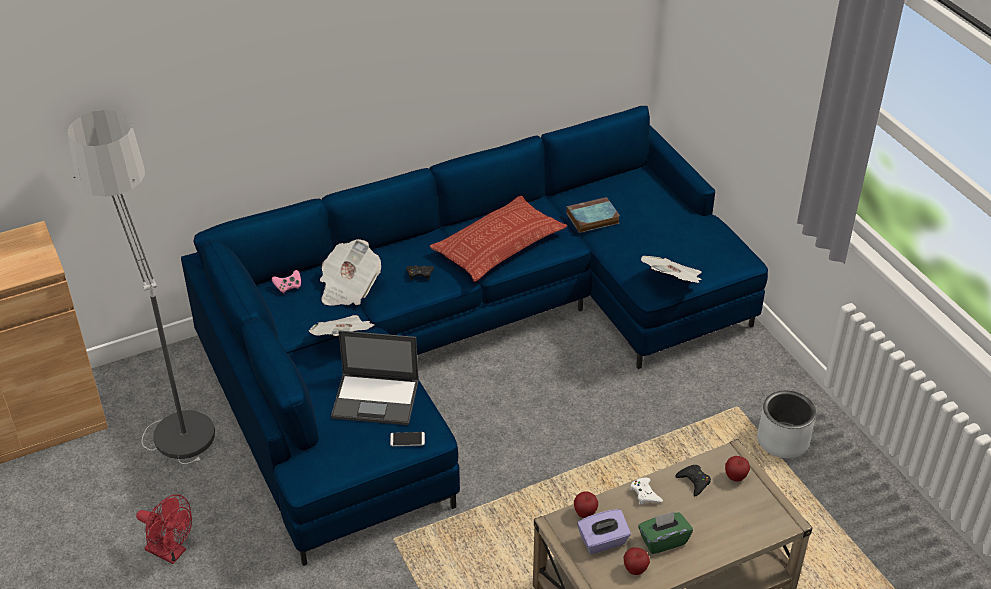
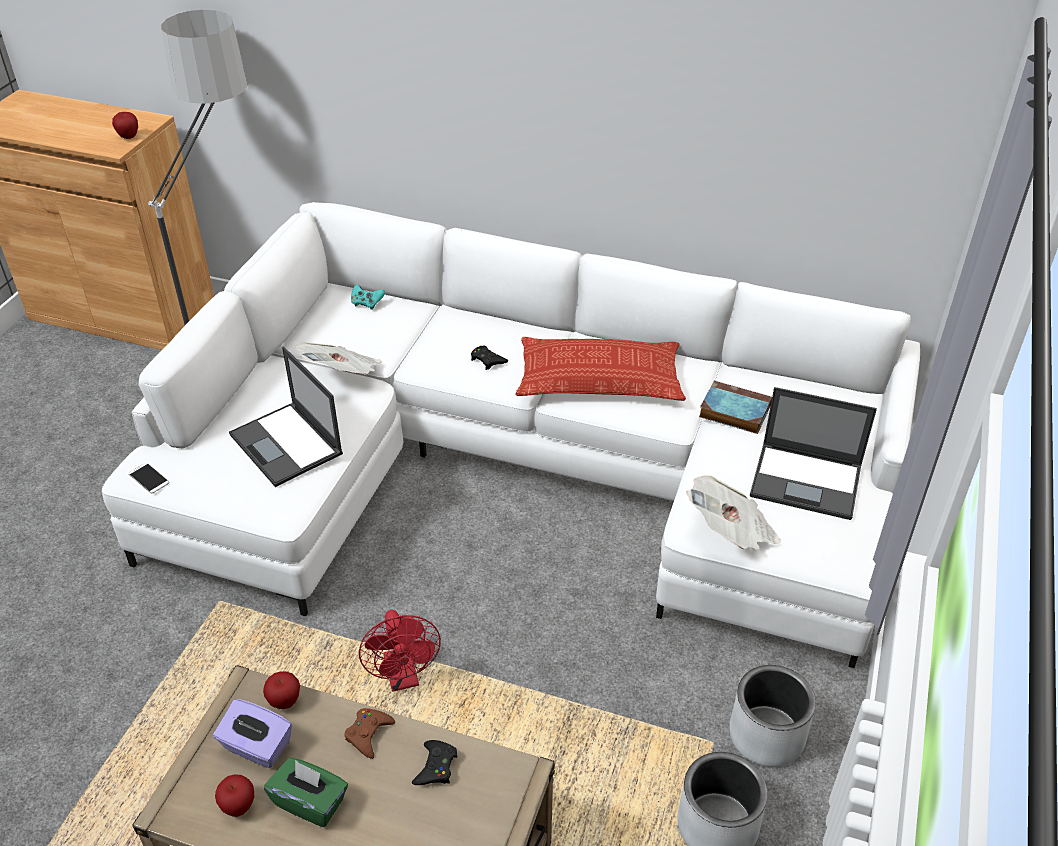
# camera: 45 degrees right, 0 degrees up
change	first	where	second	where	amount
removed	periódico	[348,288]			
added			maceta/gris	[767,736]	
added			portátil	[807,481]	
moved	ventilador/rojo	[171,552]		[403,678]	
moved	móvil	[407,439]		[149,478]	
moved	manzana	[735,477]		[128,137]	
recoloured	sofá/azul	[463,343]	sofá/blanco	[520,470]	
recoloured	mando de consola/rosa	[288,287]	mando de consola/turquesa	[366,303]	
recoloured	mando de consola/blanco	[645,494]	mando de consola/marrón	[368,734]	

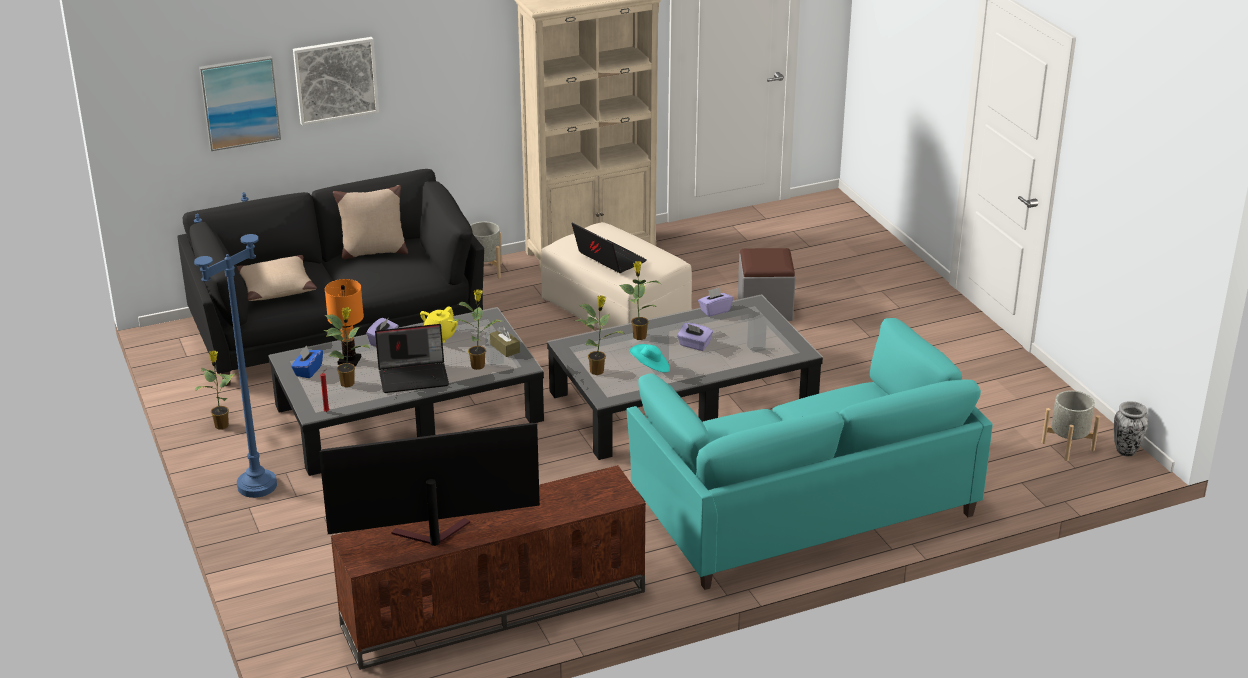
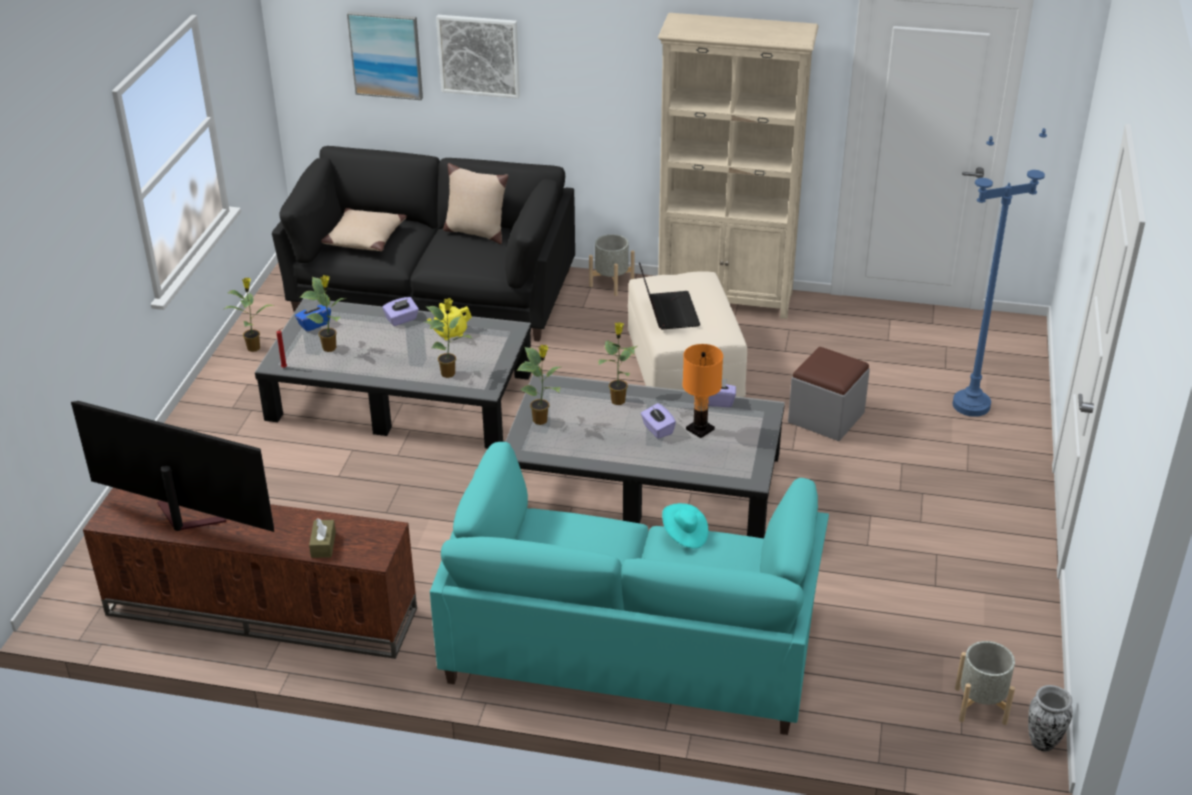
# camera: 35 degrees right, 5 degrees up
change	first	where	second	where	amount
removed	portátil	[414,375]			
moved	lámpara de pie/azul	[257,485]		[971,405]	
moved	lámpara de mesa/naranja	[349,360]		[700,429]	
moved	caja de pañuelos/marrón	[505,348]		[323,545]	
moved	sombrero/turquesa	[650,368]		[684,535]	

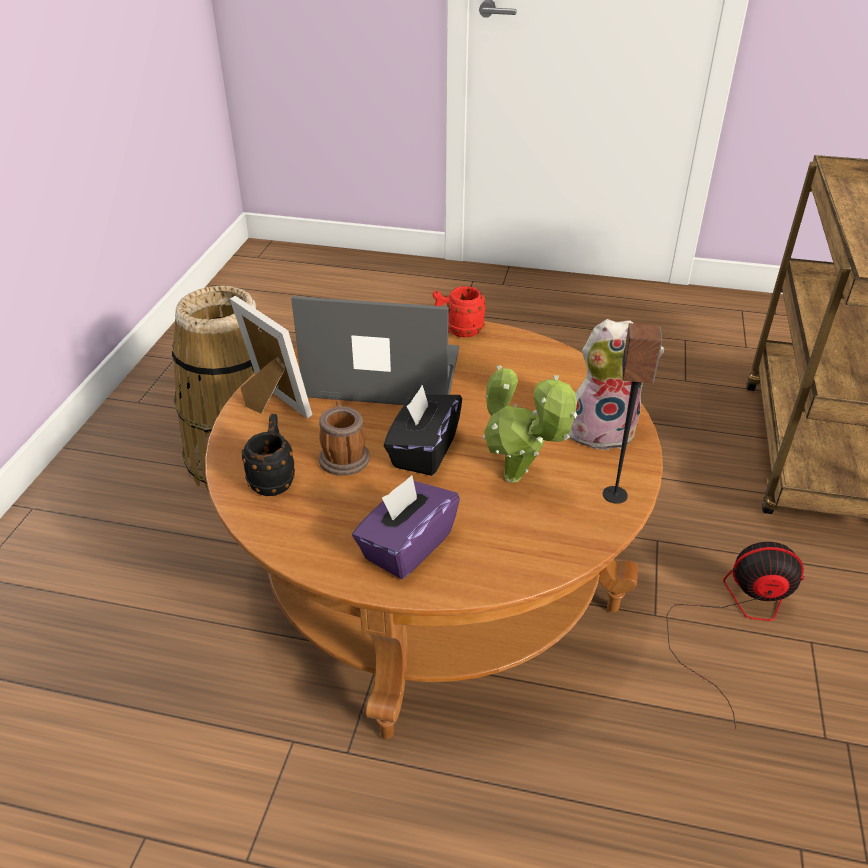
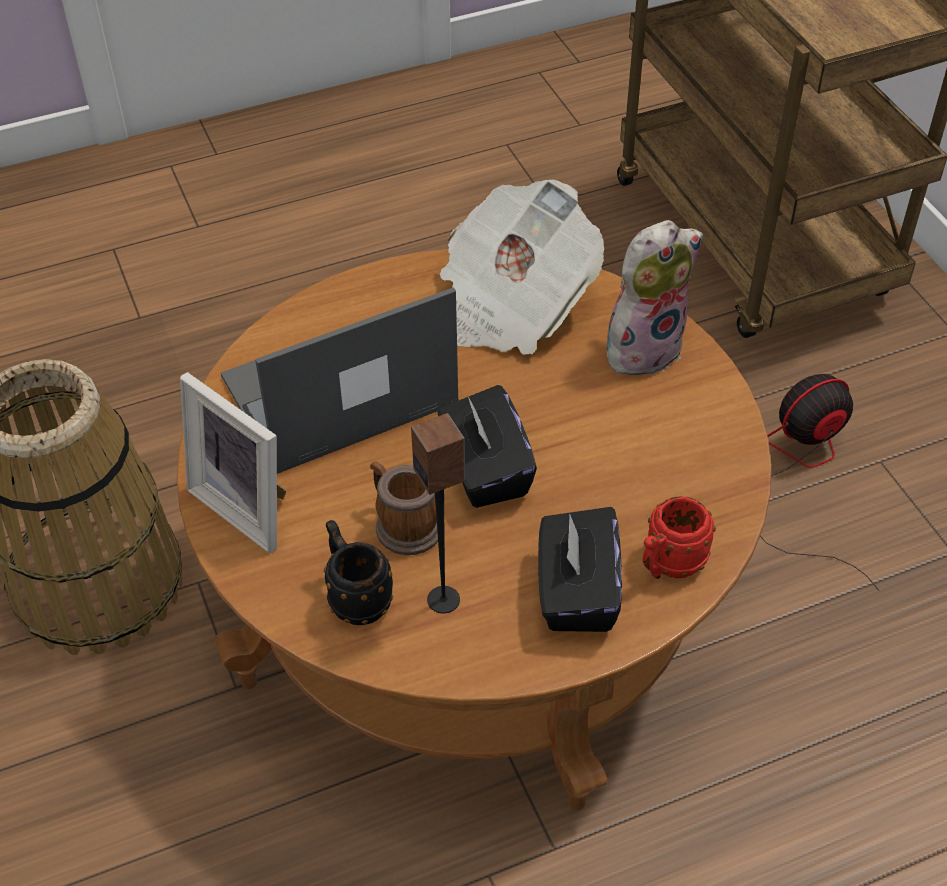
# camera: 35 degrees left, 10 degrees up
change	first	where	second	where	amount
removed	planta en maceta	[518,480]			
added			periódico	[511,304]	
moved	taza grande/rojo	[458,331]		[668,565]	
moved	altavoz	[615,495]		[444,599]	
recoloured	caja de pañuelos/morado	[406,546]	caja de pañuelos/negro	[576,593]	
turned	portarretratos	[270,405]		[248,505]	150 degrees counterclockwise

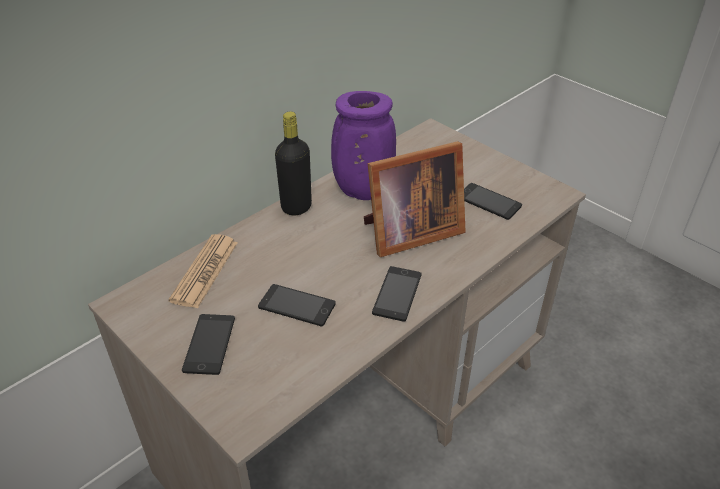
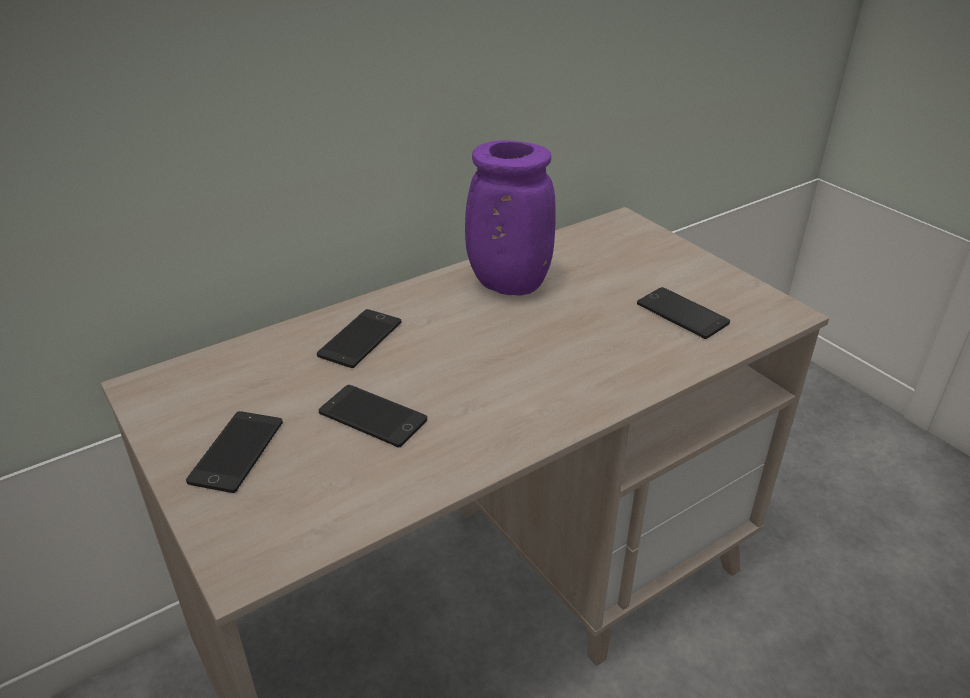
# camera: 10 degrees right, 5 degrees down
change	first	where	second	where	amount
removed	periódico	[205,271]			
removed	botella/negro	[296,207]			
removed	portarretratos	[408,233]			
moved	móvil	[397,294]		[360,339]	

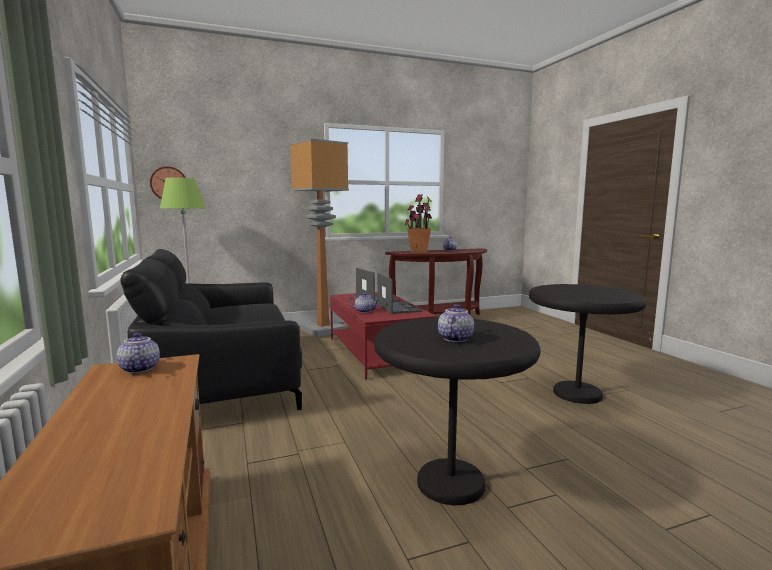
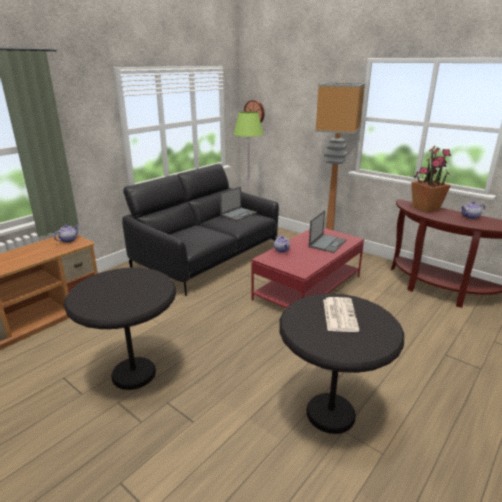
# camera: 60 degrees right, 15 degrees up
change	first	where	second	where	amount
removed	tetera	[454,338]			
added			periódico	[339,314]	
moved	portátil	[398,308]		[239,214]	

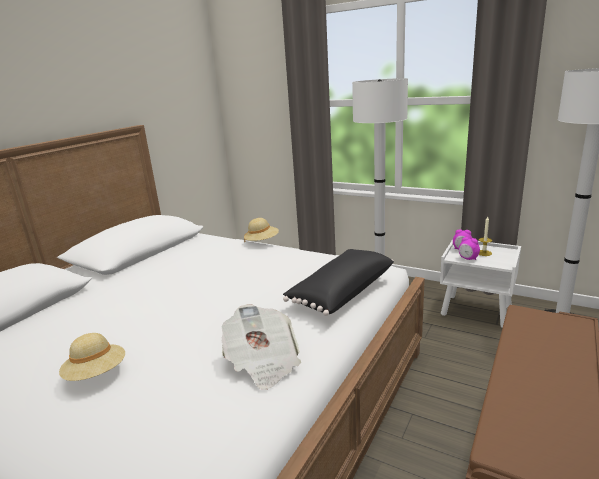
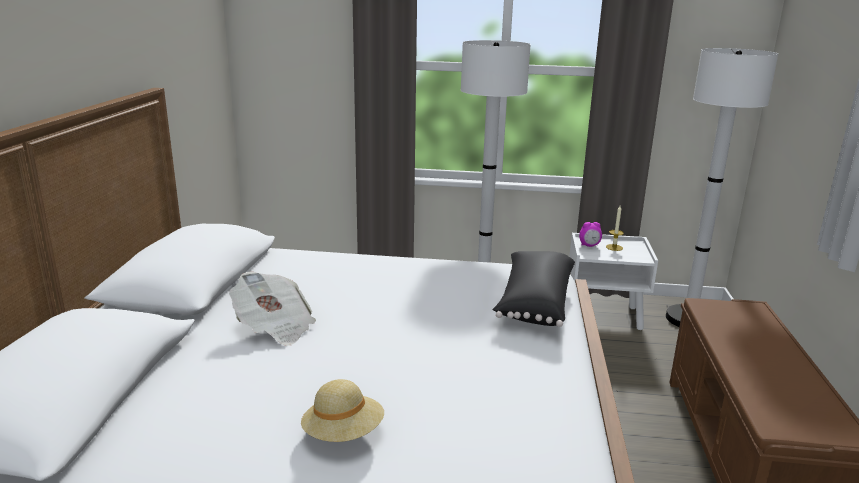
# camera: 25 degrees left, 0 degrees up
change	first	where	second	where	amount
removed	sombrero/beis	[262,242]			
removed	despertador	[468,259]			
moved	periódico	[263,362]		[274,327]	

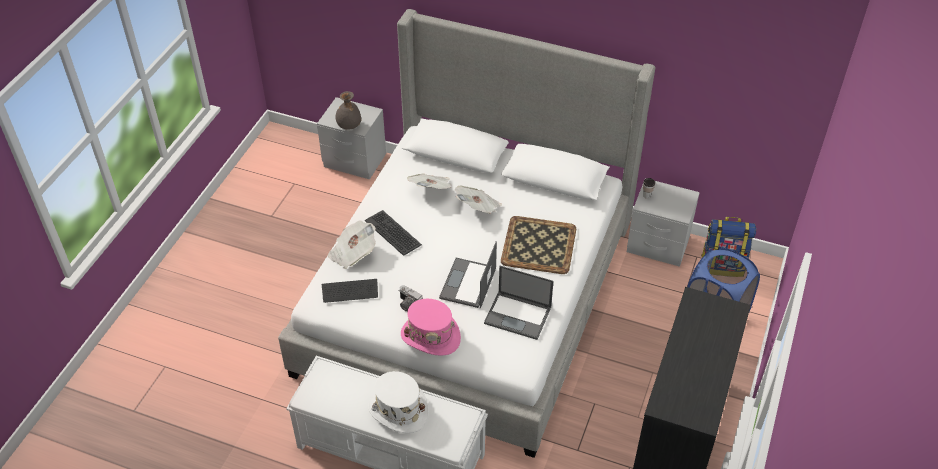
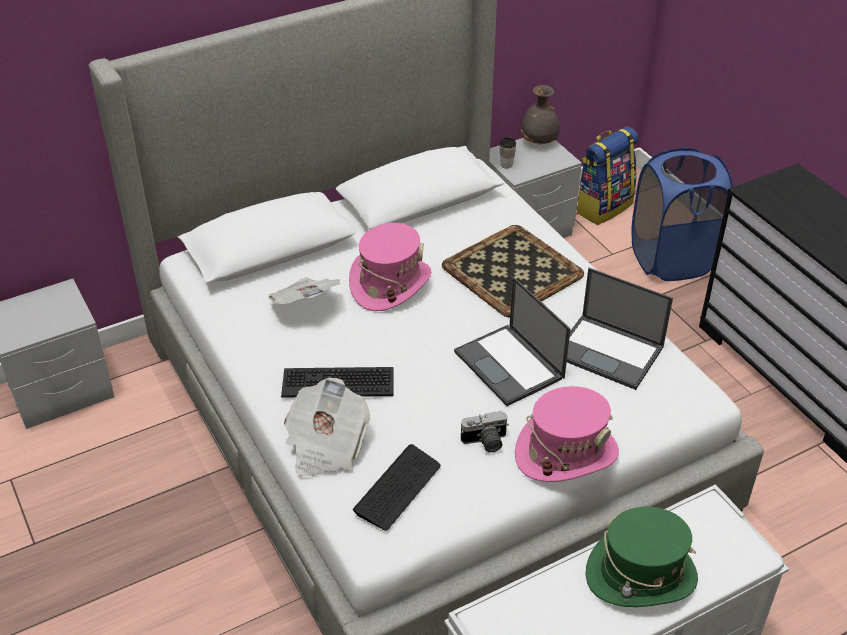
# camera: 50 degrees left, 5 degrees down
change	first	where	second	where	amount
moved	florero/gris	[349,126]		[539,142]	
replaced	periódico	[478,208]	sombrero/rosa	[390,283]	
recoloured	sombrero/blanco	[398,410]	sombrero/verde	[641,575]	
turned	portátil	[518,315]		[610,352]	60 degrees clockwise

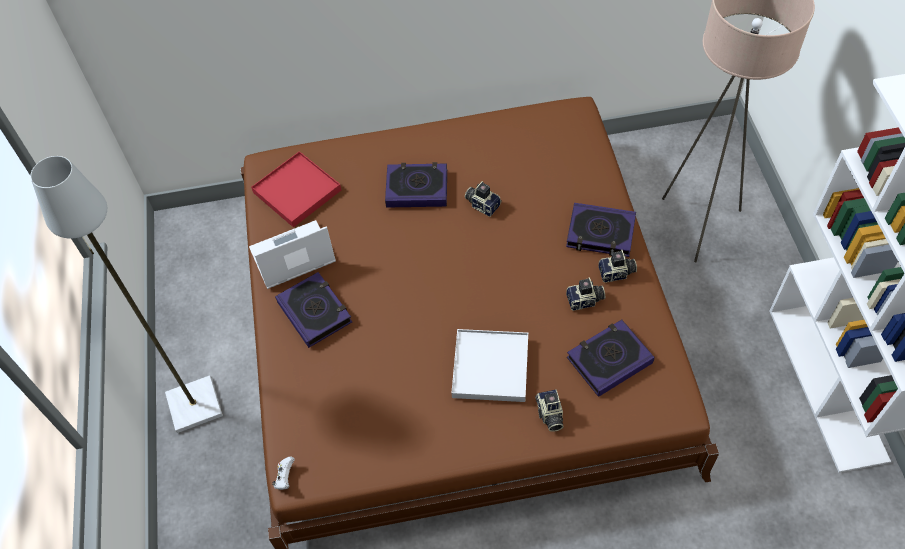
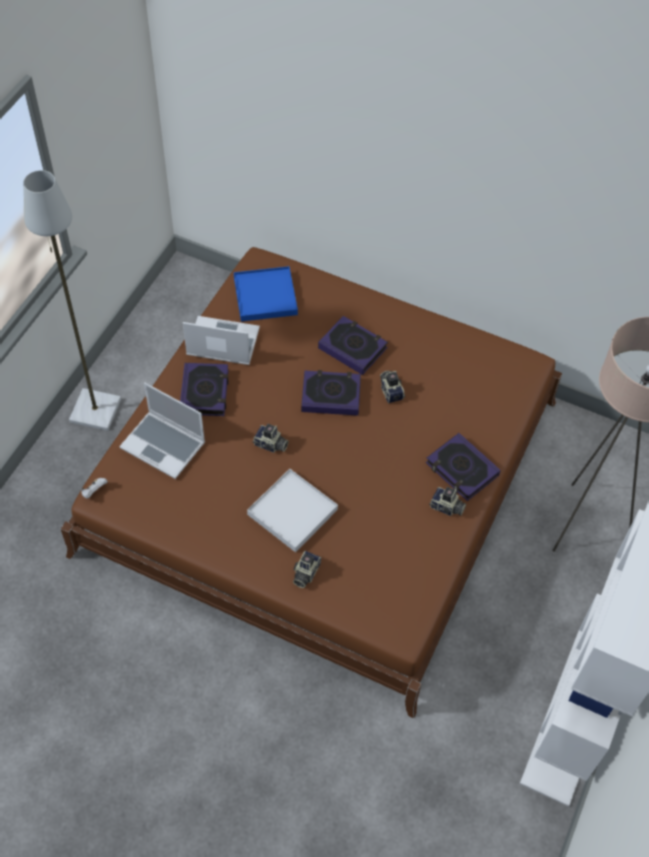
# camera: 30 degrees right, 0 degrees up
change	first	where	second	where	amount
added			portátil	[164,445]	
moved	cámara	[585,301]		[270,445]	
moved	libro	[609,360]		[331,395]	
recoloured	bandeja/rojo	[297,191]	bandeja/azul	[265,296]	

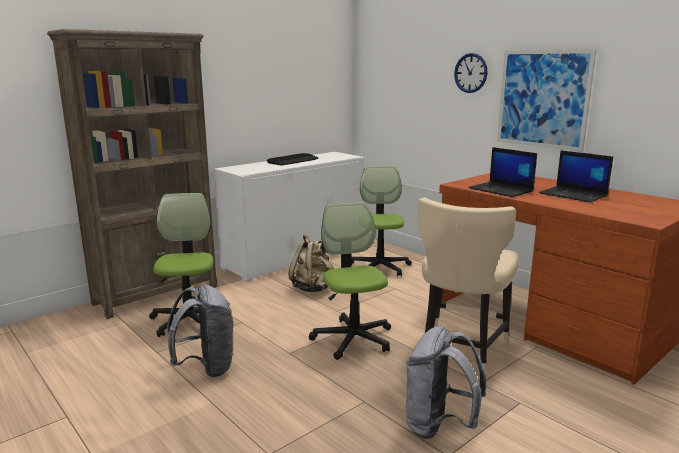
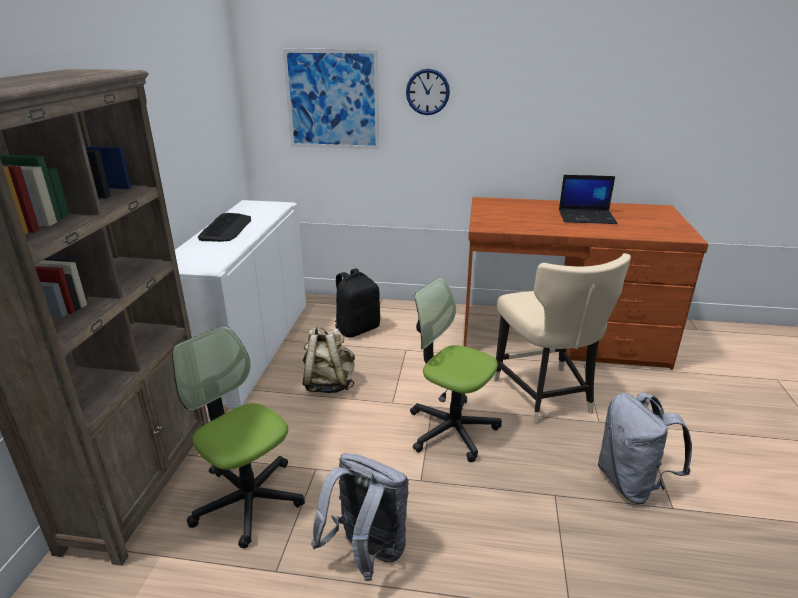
# camera: 40 degrees left, 10 degrees up
change	first	where	second	where	amount
removed	portátil	[501,190]			
moved	cuadro	[543,99]		[332,100]	
replaced	silla de oficina	[379,267]	mochila/negro	[357,329]	

